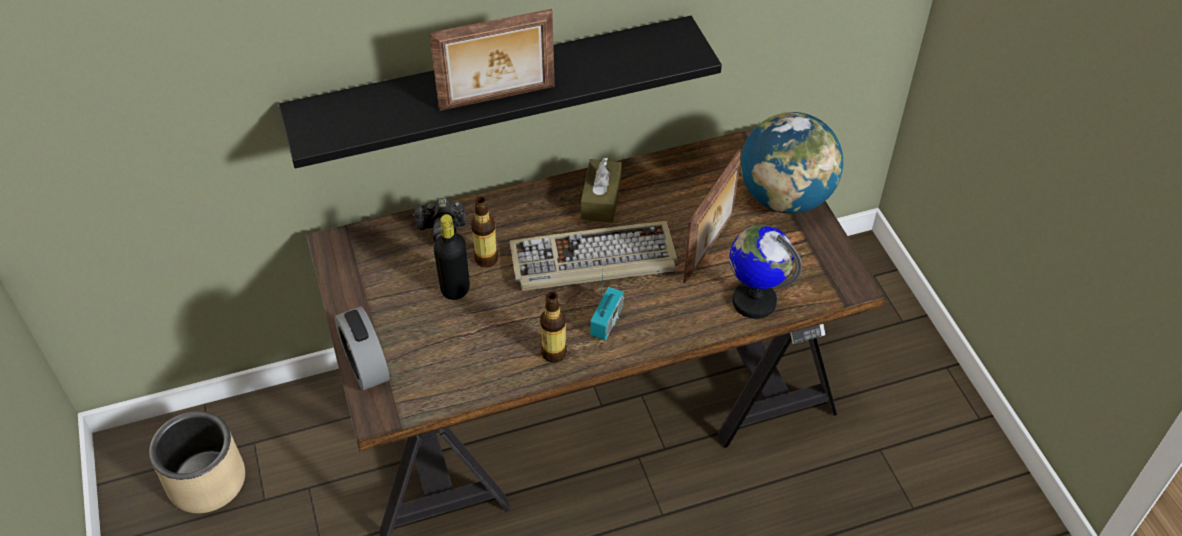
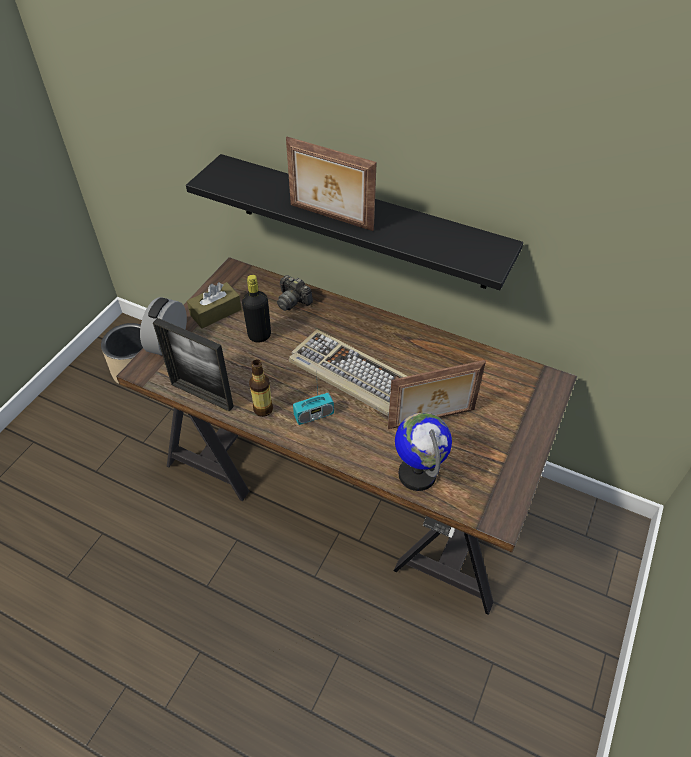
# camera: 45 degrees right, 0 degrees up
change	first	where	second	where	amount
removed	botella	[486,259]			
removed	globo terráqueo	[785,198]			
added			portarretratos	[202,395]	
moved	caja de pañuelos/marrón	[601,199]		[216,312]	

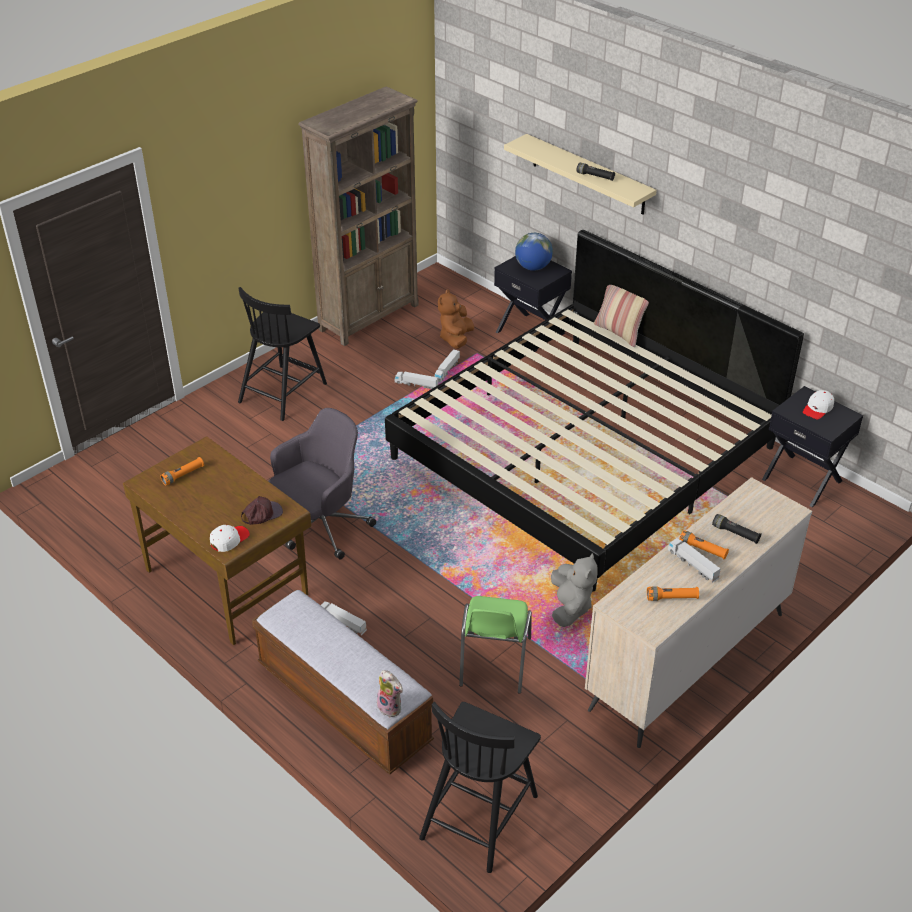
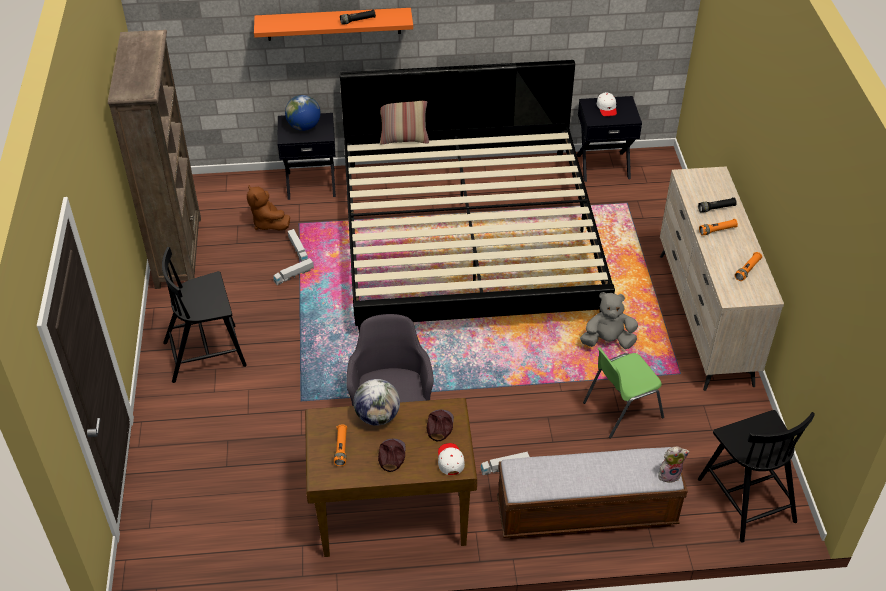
# camera: 50 degrees left, 5 degrees up
change	first	where	second	where	amount
removed	camión de juguete	[693,565]			
added			globo terráqueo	[377,416]	
added			gorra/marrón	[391,455]	
recoloured	estante/beis	[588,175]	estante/naranja	[333,24]	
turned	silla/negro	[283,392]		[206,353]	90 degrees clockwise
turned	silla/verde	[494,662]		[621,409]	105 degrees clockwise
turned	peluche/gris	[570,607]		[608,341]	45 degrees counterclockwise

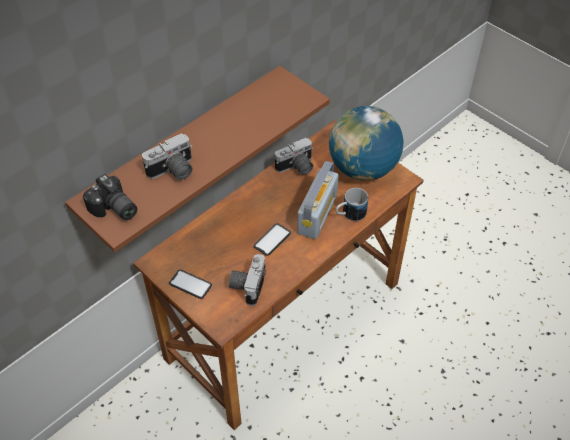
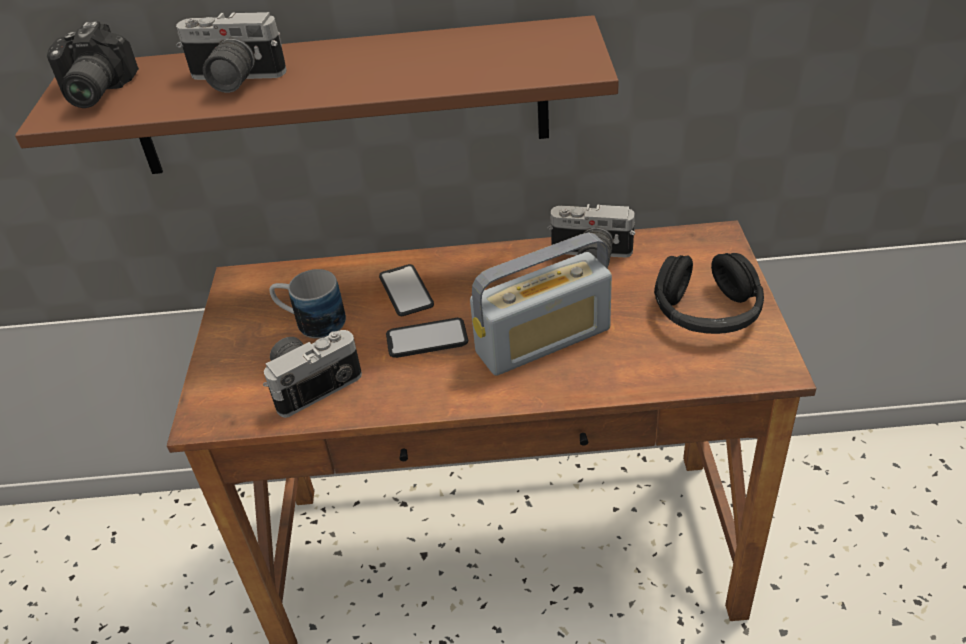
# camera: 45 degrees right, 10 degrees down
change	first	where	second	where	amount
moved	móvil	[190,284]		[406,291]	
moved	taza grande	[349,214]		[311,322]	
replaced	globo terráqueo	[362,168]	auriculares/negro	[707,312]	

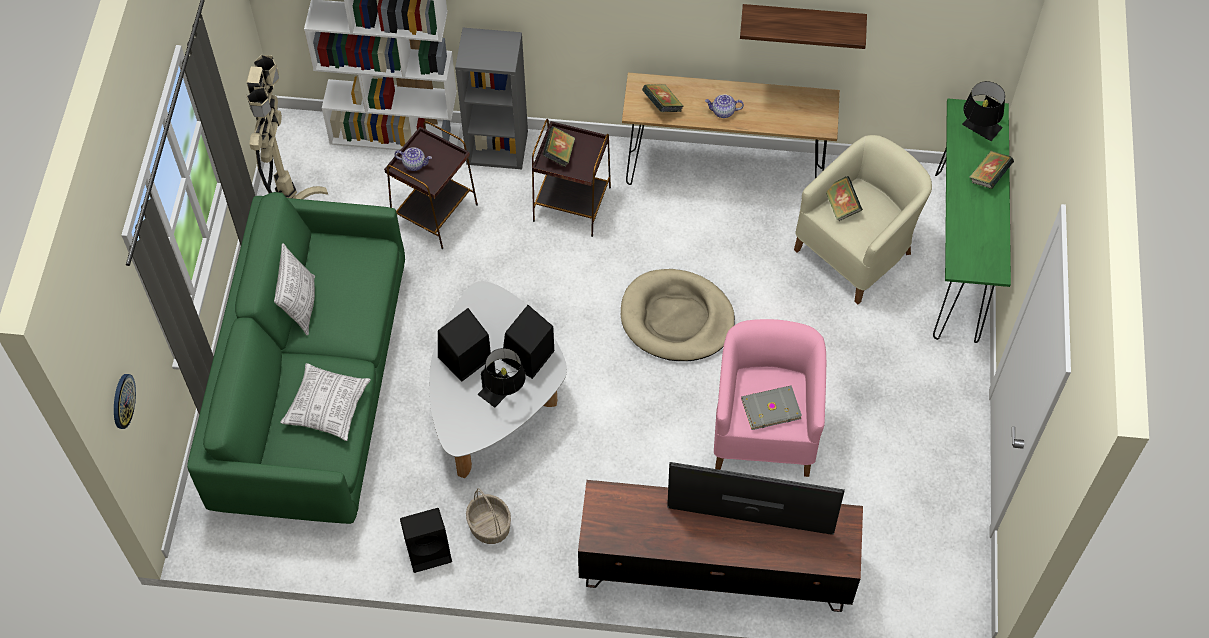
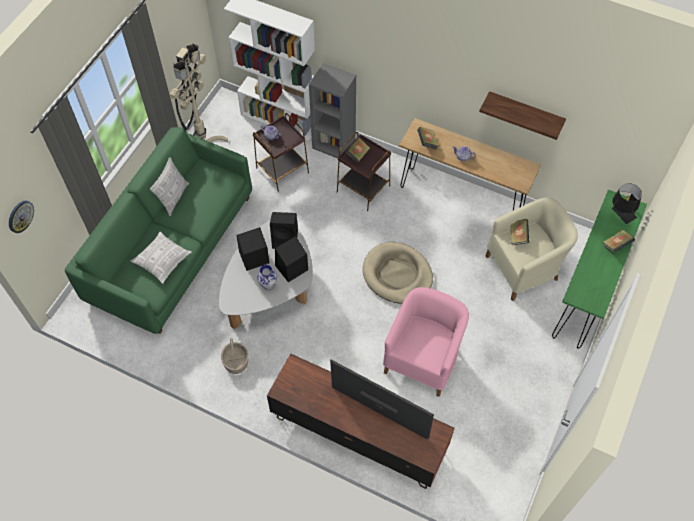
# camera: 20 degrees right, 0 degrees up
change	first	where	second	where	amount
removed	libro/gris	[770,408]			
moved	altavoz/negro	[429,549]		[286,239]	
replaced	lámpara de mesa/negro	[504,393]	florero	[268,285]	

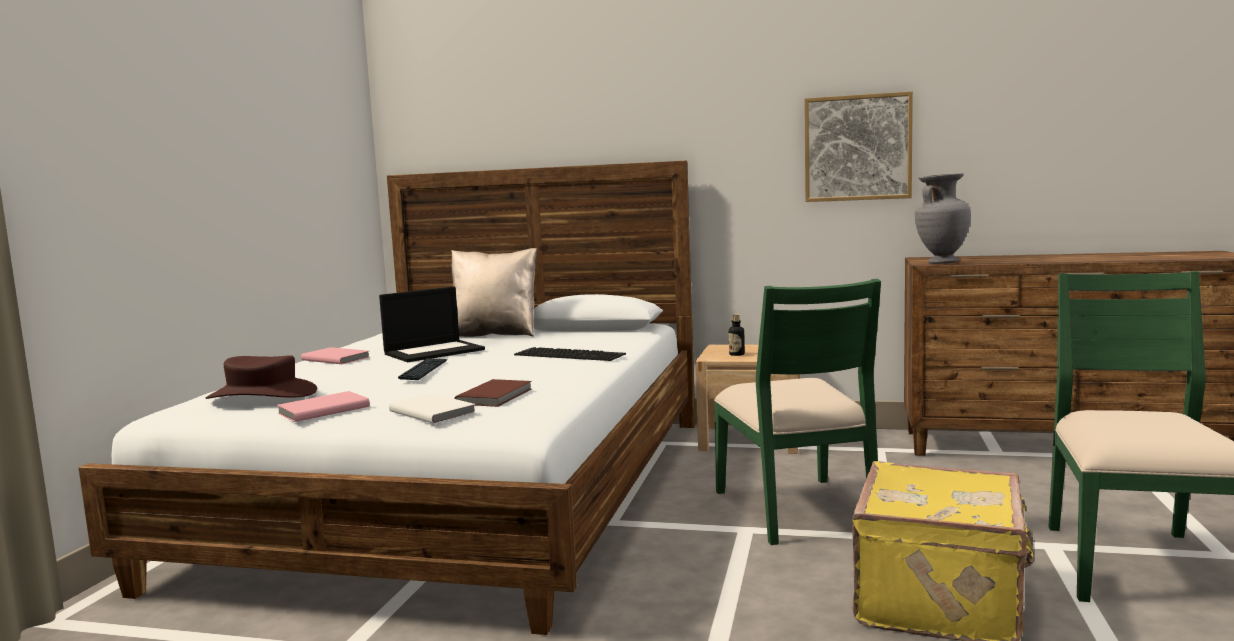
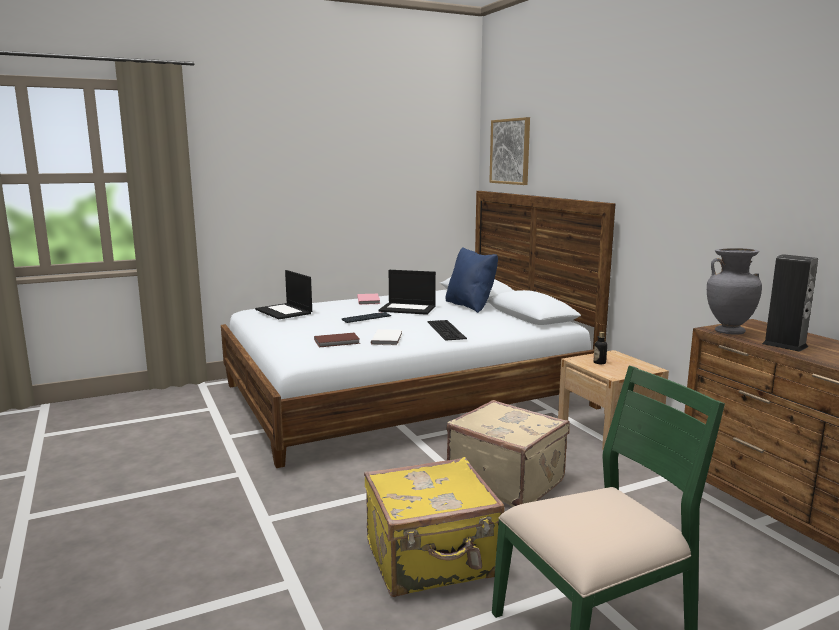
# camera: 50 degrees right, 5 degrees up
change	first	where	second	where	amount
removed	libro/rosa	[322,410]			
added			altavoz	[784,345]	
moved	libro/blanco	[433,411]		[388,339]	
moved	cuadro	[857,148]		[510,151]	
replaced	sombrero/marrón	[262,394]	portátil	[284,311]	
replaced	silla/verde	[796,510]	maleta/beis	[506,480]	
recoloured	cojín/beis	[495,334]	cojín/azul	[470,306]	

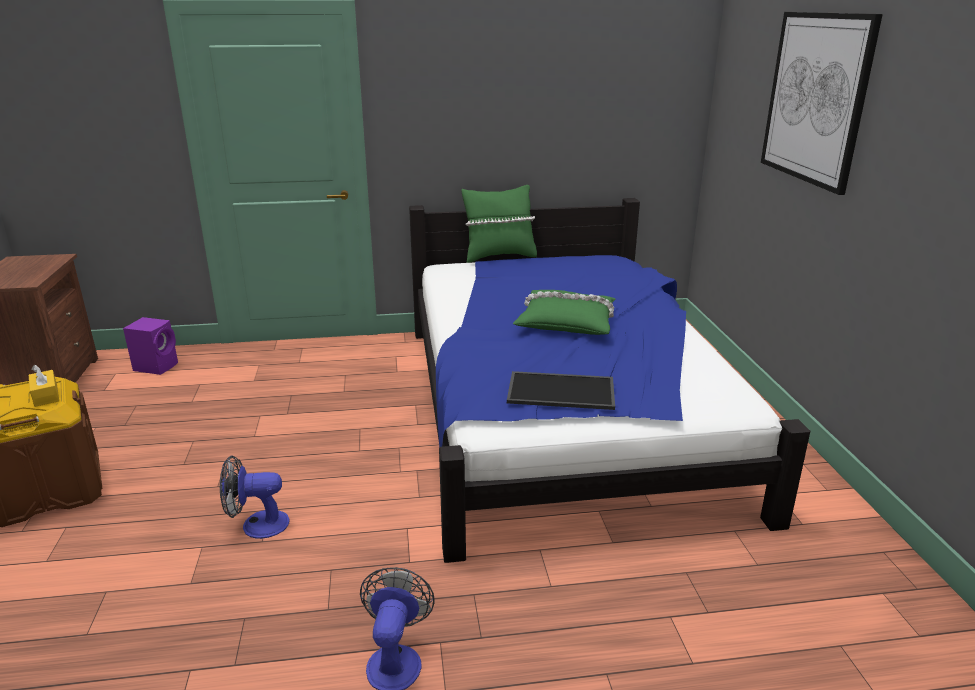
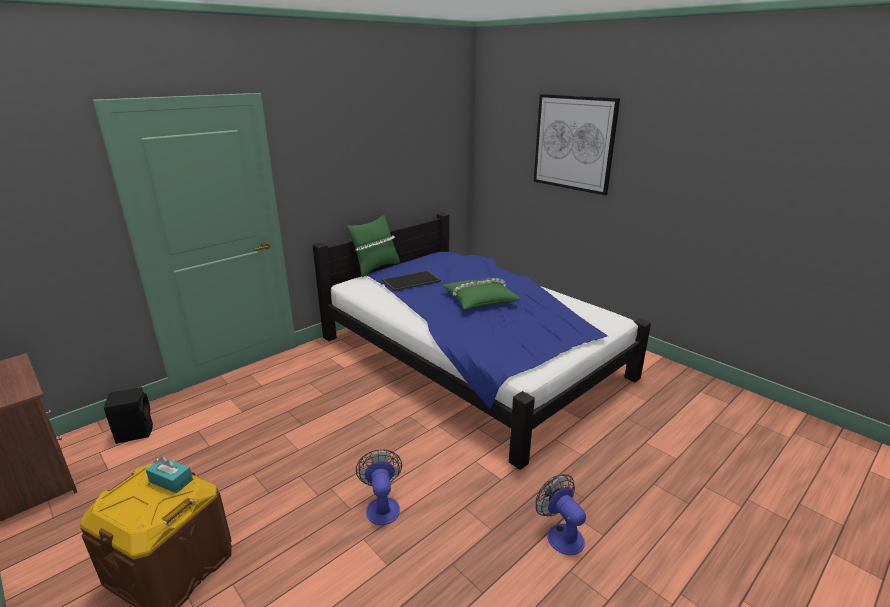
# camera: 35 degrees left, 0 degrees up
change	first	where	second	where	amount
moved	bandeja	[562,390]		[411,280]	
recoloured	caja de pañuelos/amarillo	[46,395]	caja de pañuelos/turquesa	[171,481]	
recoloured	altavoz/morado	[157,366]	altavoz/negro	[135,431]	
turned	ventilador	[257,525]		[382,505]	120 degrees clockwise

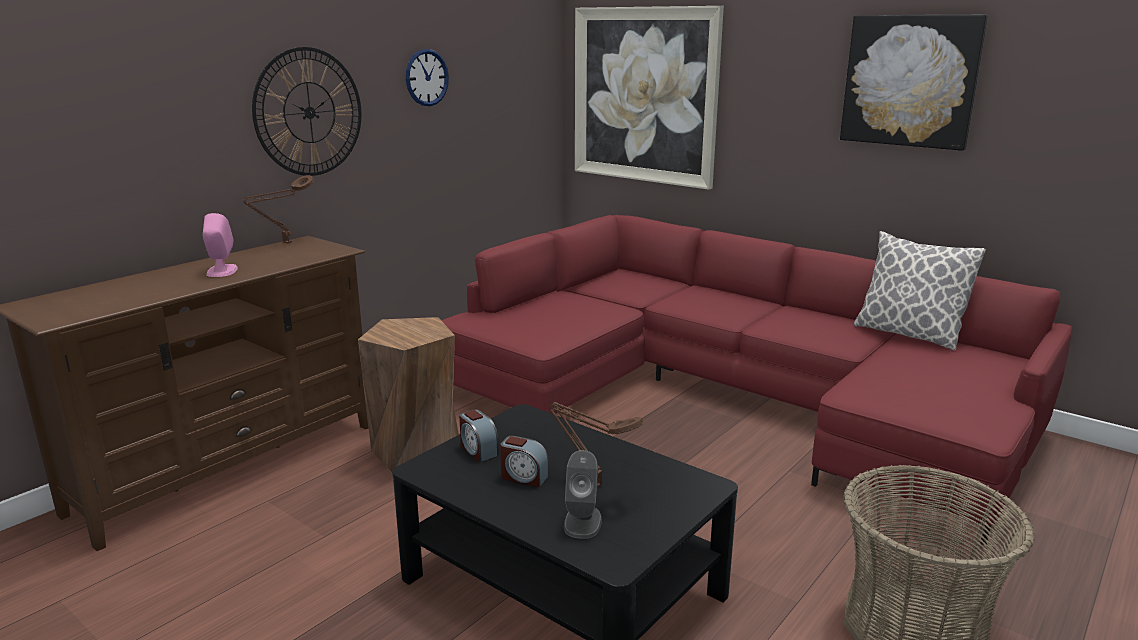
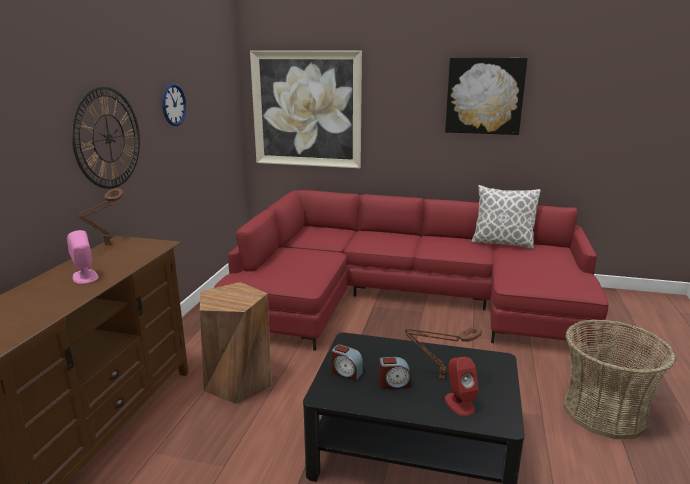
# camera: 25 degrees left, 0 degrees up
change	first	where	second	where	amount
recoloured	altavoz/gris	[583,522]	altavoz/rojo	[459,403]	

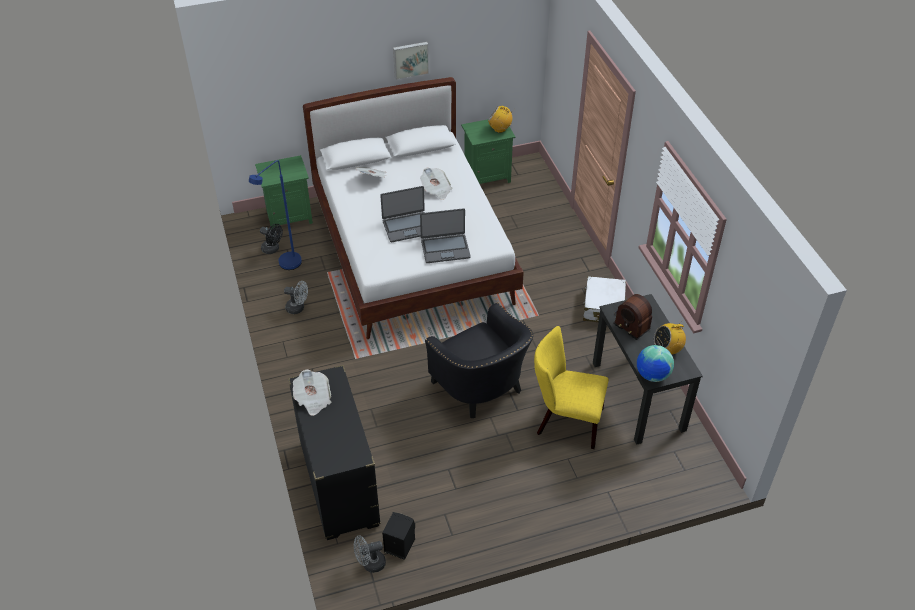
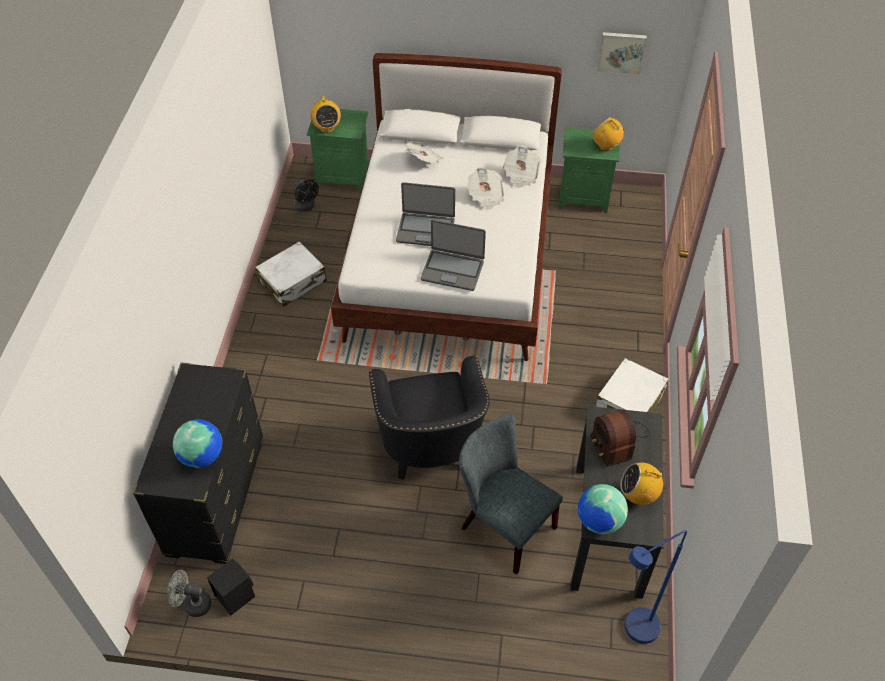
# camera: 25 degrees right, 5 degrees up
change	first	where	second	where	amount
added			globo terráqueo	[202,456]	
added			radio	[327,128]	
moved	lámpara de pie/azul	[285,266]		[633,631]	
moved	periódico	[313,399]		[520,175]	
moved	cuadro	[410,59]		[621,52]	
replaced	ventilador/gris	[298,308]	maleta/blanco	[293,281]	
recoloured	silla/amarillo	[565,421]	silla/gris	[502,525]	

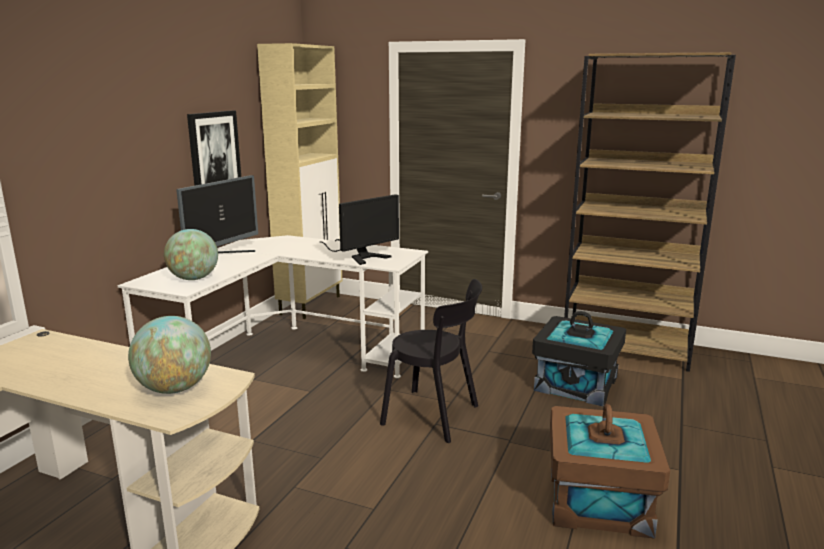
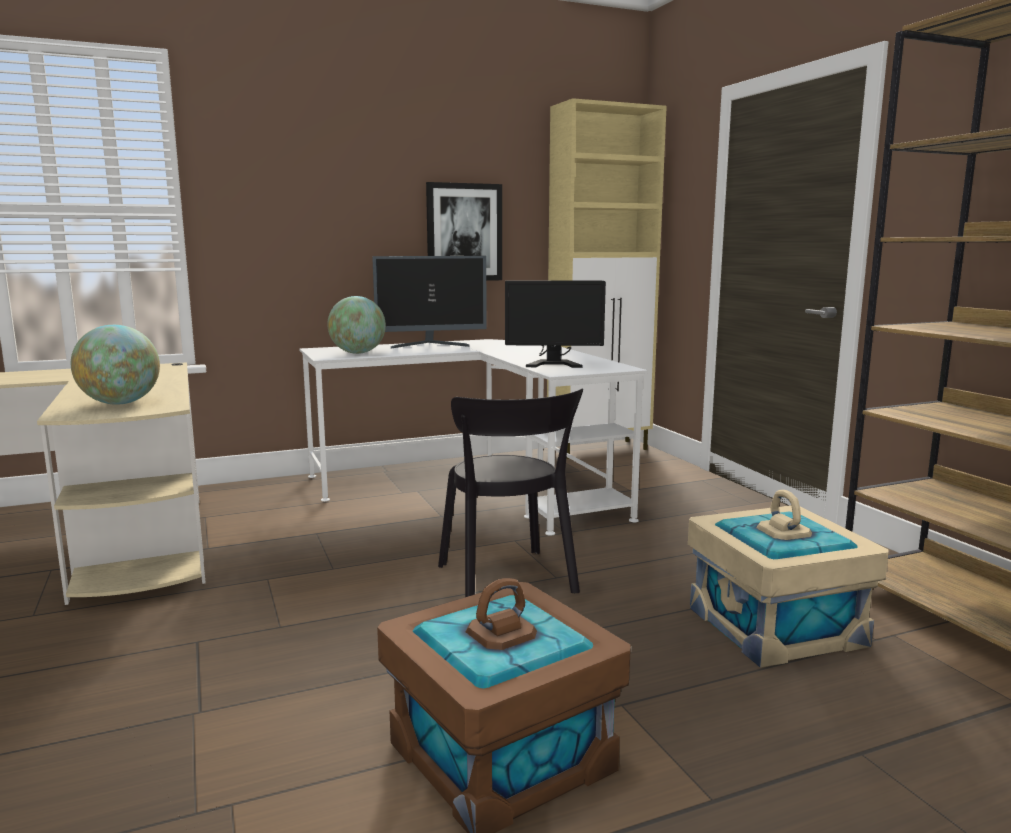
# camera: 45 degrees right, 5 degrees down
change	first	where	second	where	amount
recoloured	caja de almacenaje/negro	[576,383]	caja de almacenaje/beis	[777,626]	

